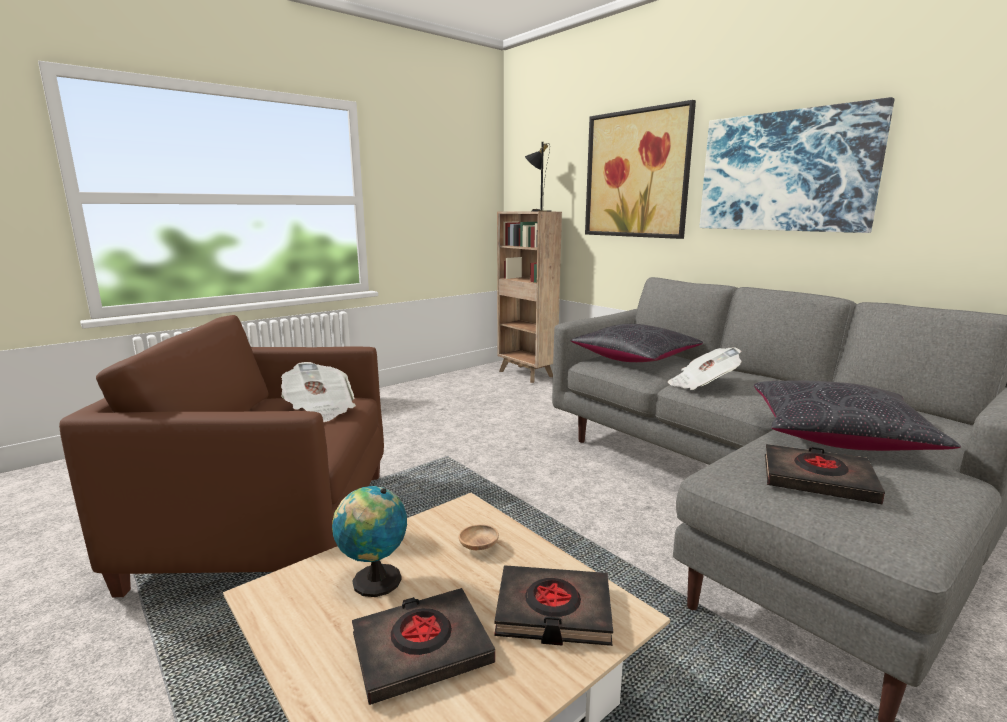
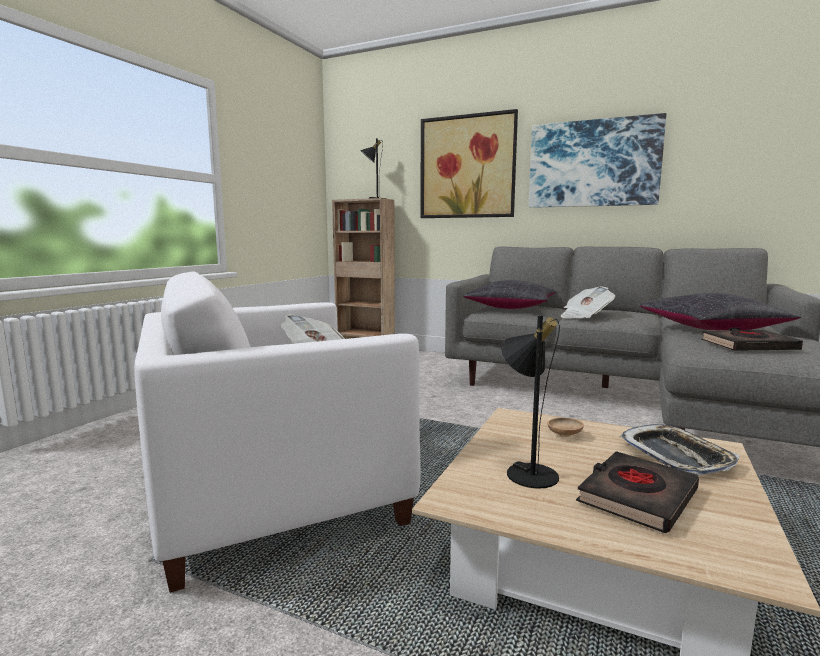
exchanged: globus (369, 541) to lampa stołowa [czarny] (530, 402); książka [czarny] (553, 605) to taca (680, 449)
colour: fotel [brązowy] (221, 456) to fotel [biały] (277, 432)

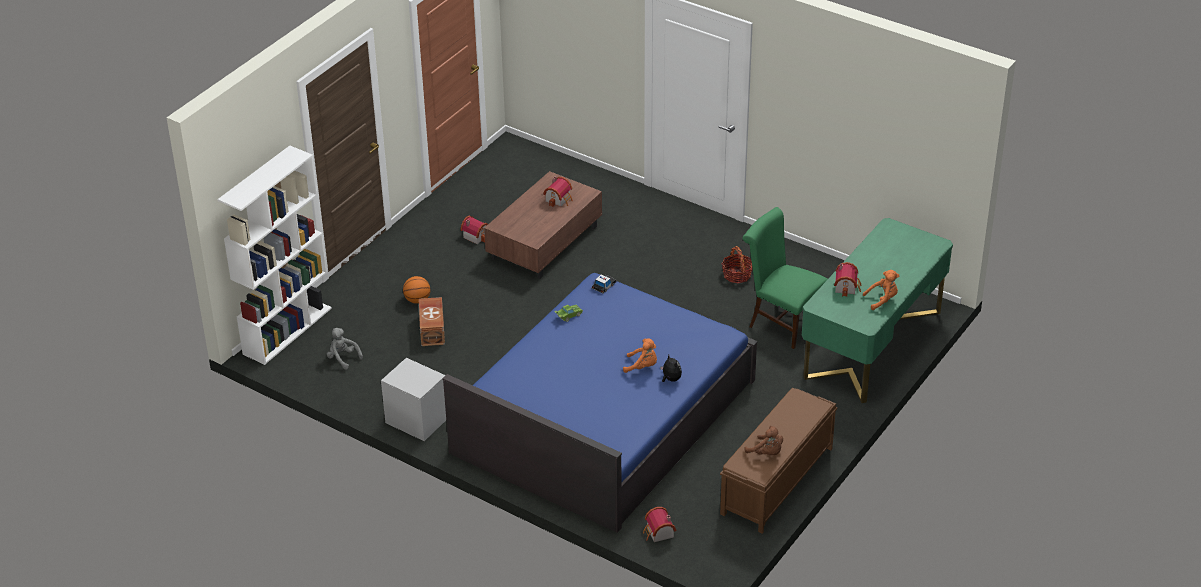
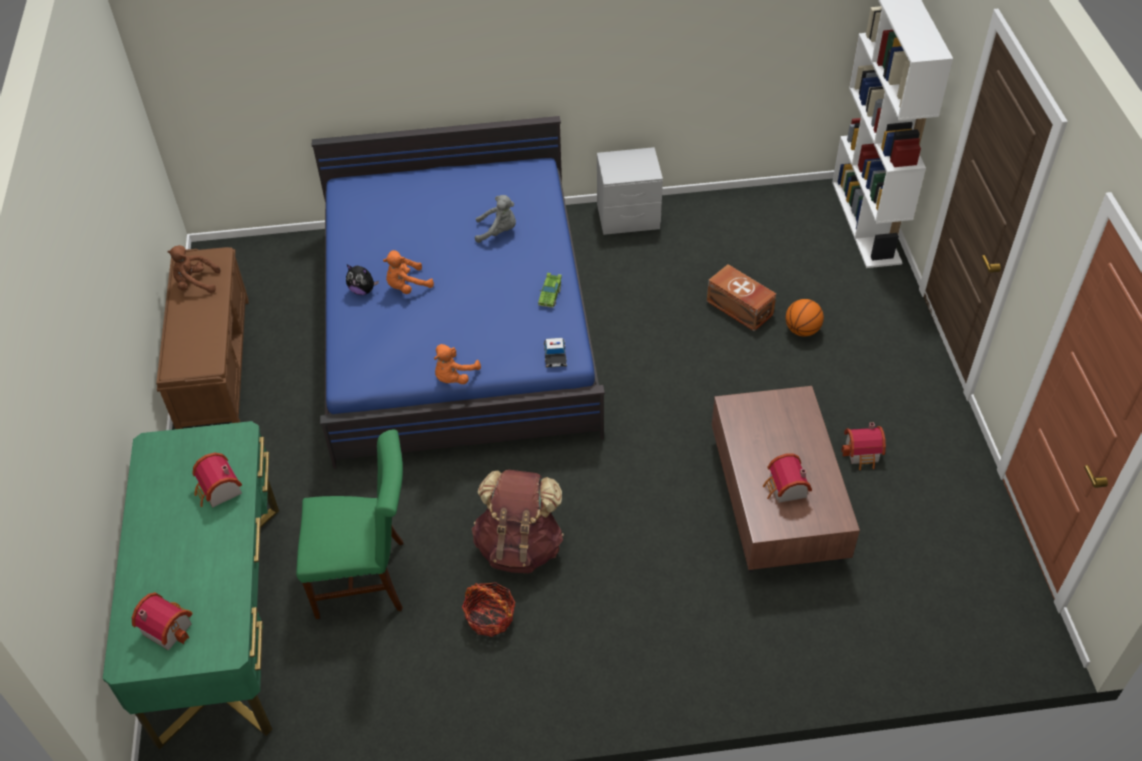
appeared: plecak [brązowy] (518, 521)
relocated: pluszak [szary] (344, 349) to (495, 219); domek (659, 524) to (162, 621); pluszak [pomarańczowy] (881, 290) to (457, 364)

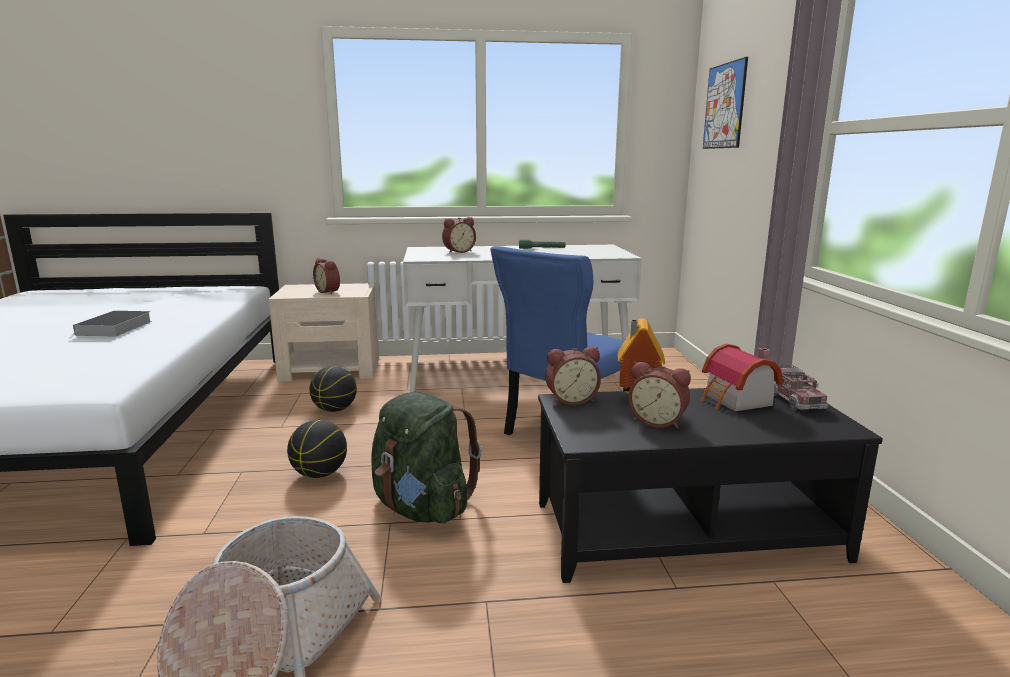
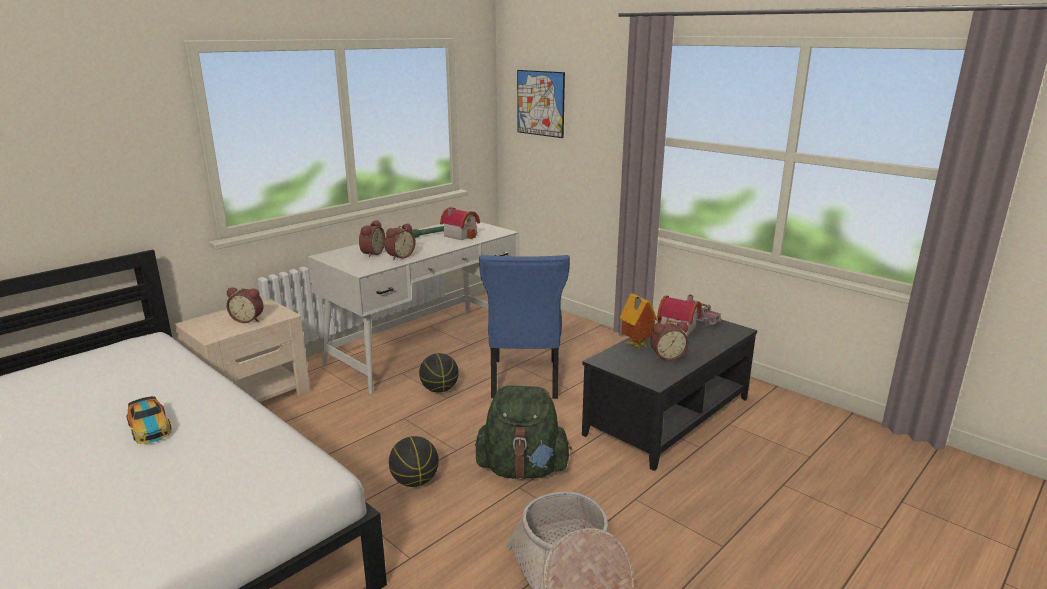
appeared: domek (460, 223)
relocated: piłka do koszykówki (333, 389) to (439, 373); budzik (573, 376) to (400, 241)
exchanged: książka (110, 325) to samochodzik (149, 420)

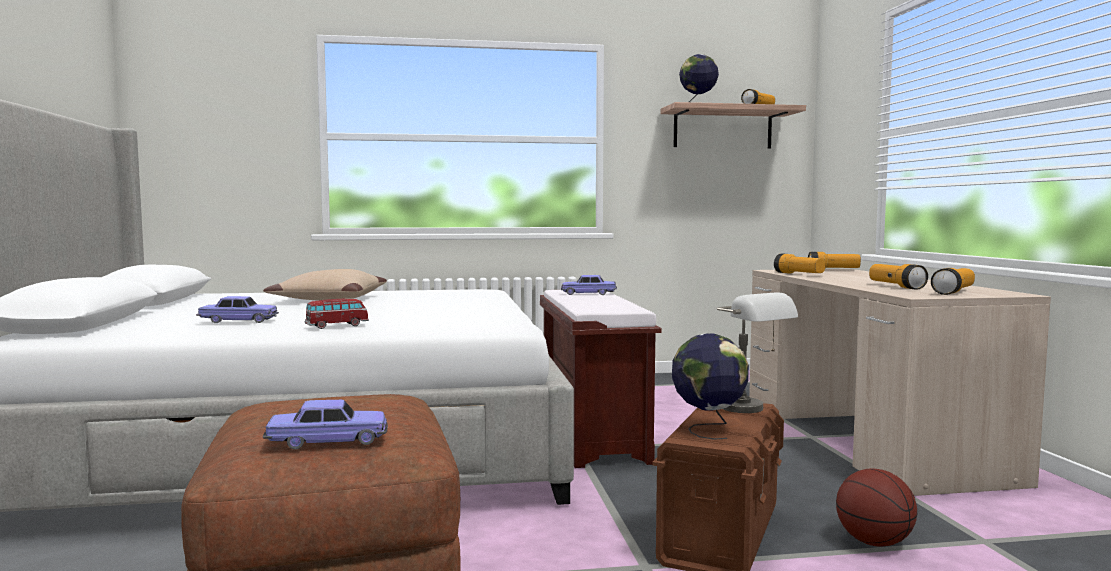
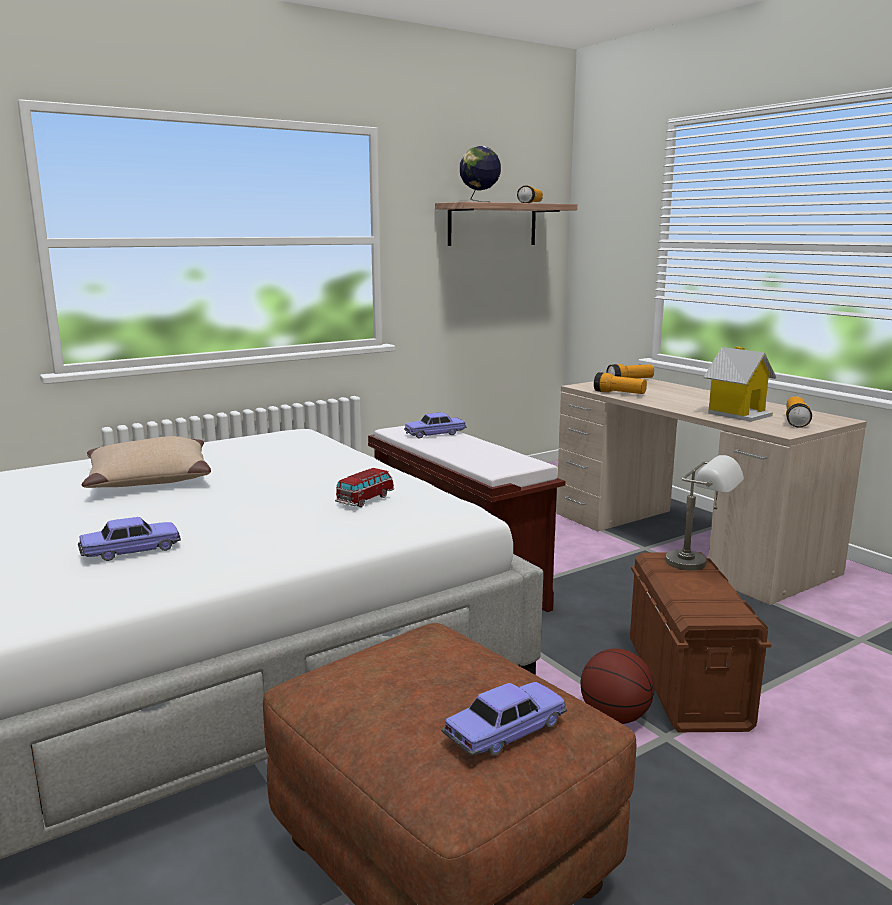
missing: globus (710, 386)
relocated: samochodzik (337, 314) to (364, 487); piłka do koszykówki (876, 508) to (617, 686)
exchanged: latarka (898, 277) to domek (740, 384)

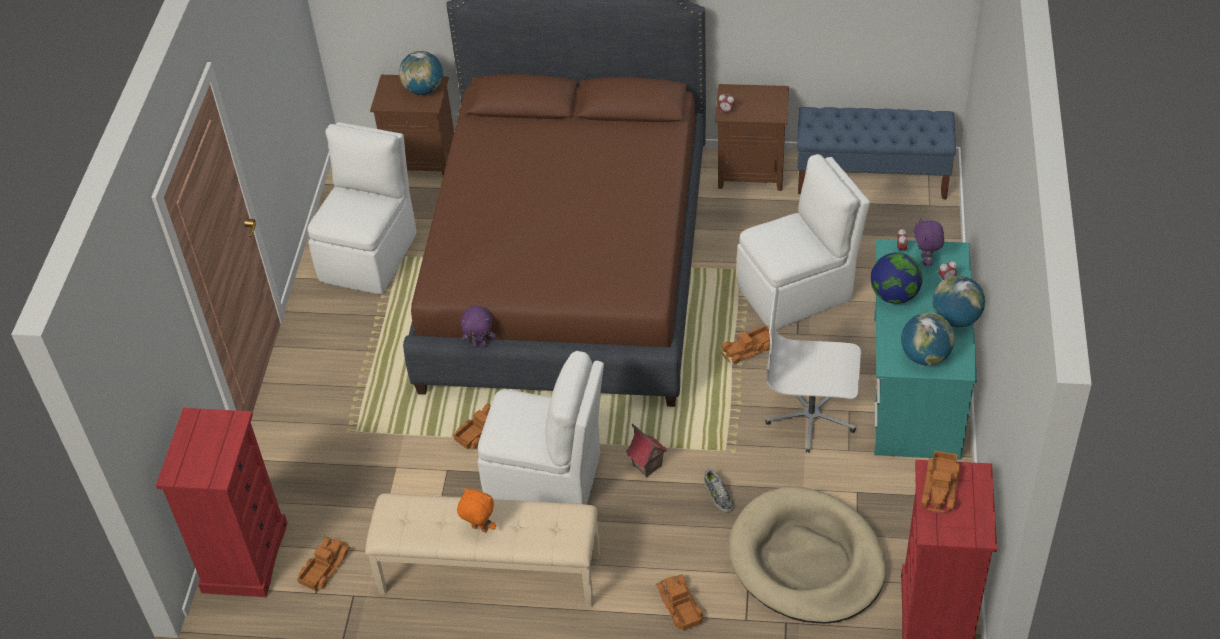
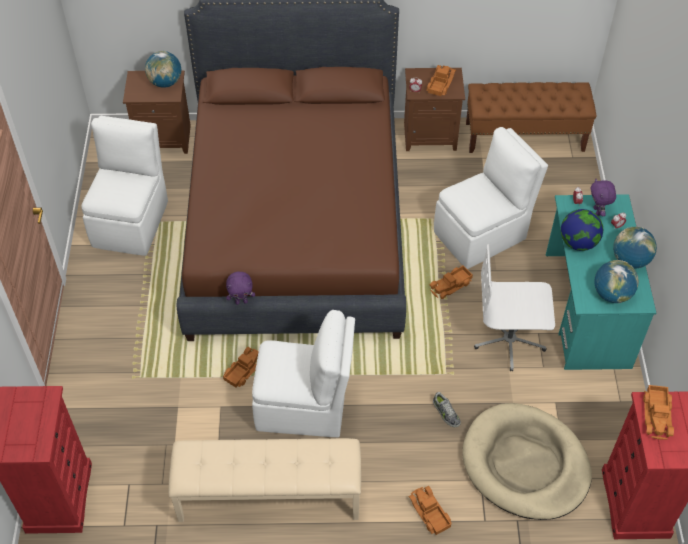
missing: pluszak [pomarańczowy] (476, 510); domek (646, 451)
relocated: ciężarówka zabawkowa (323, 564) to (441, 80)
colour: ławka [niebieski] (876, 153) to ławka [brązowy] (531, 117)

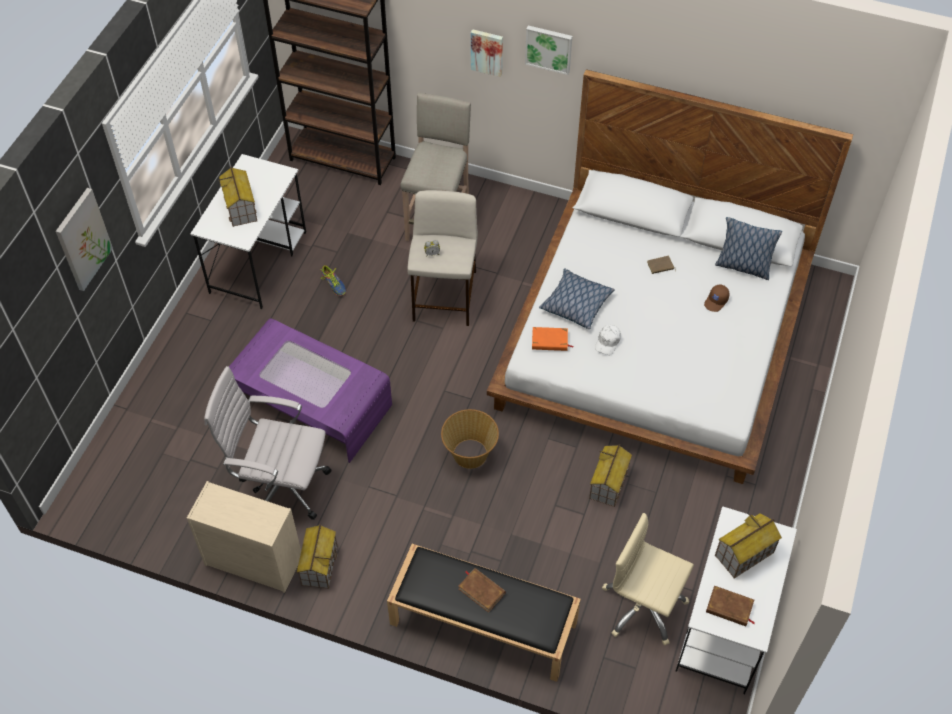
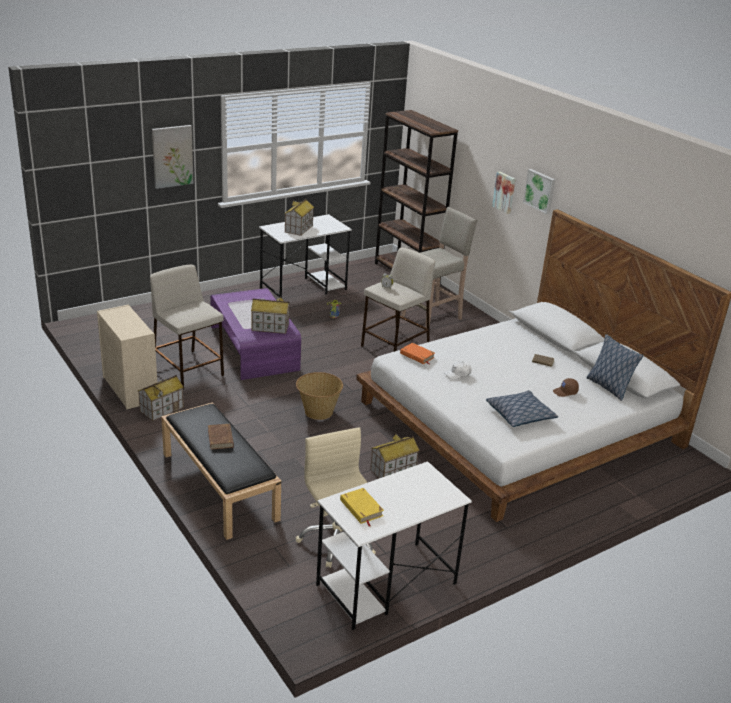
relocated: poduszka (577, 298) to (522, 408); domek (748, 546) to (270, 315)
exchanged: krzesło biurowe [biały] (268, 443) to stołek [beżowy] (187, 327)
colour: książka [brązowy] (730, 606) to książka [żółty] (362, 507)

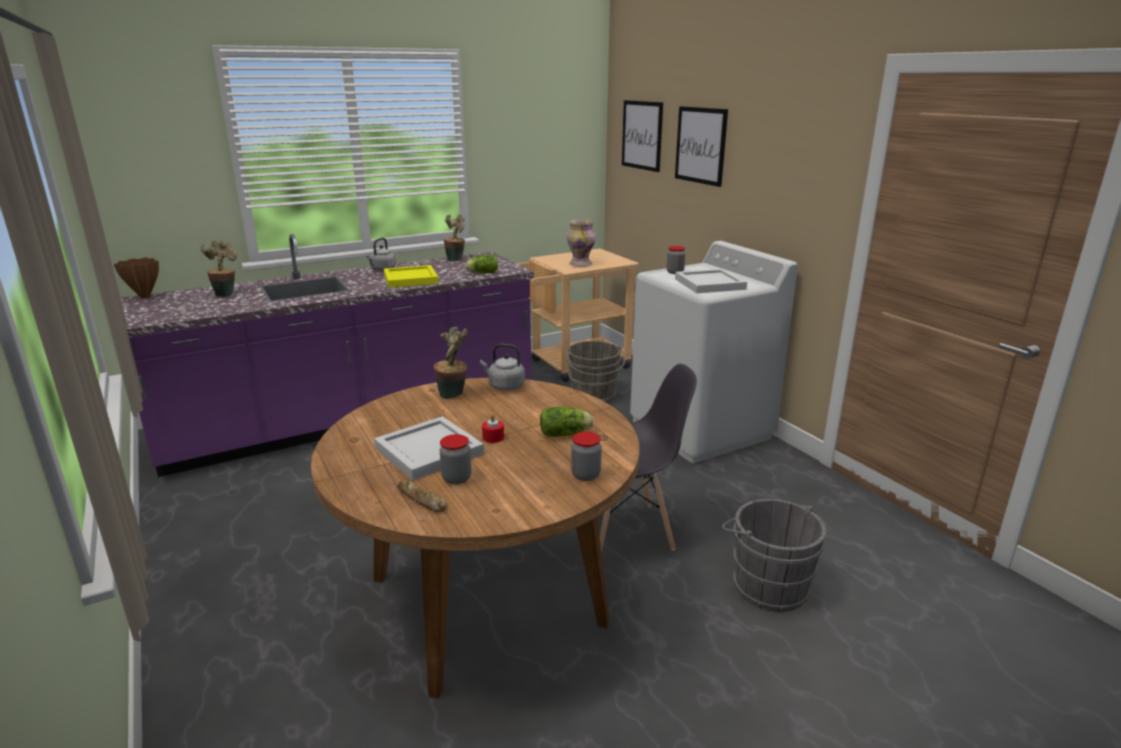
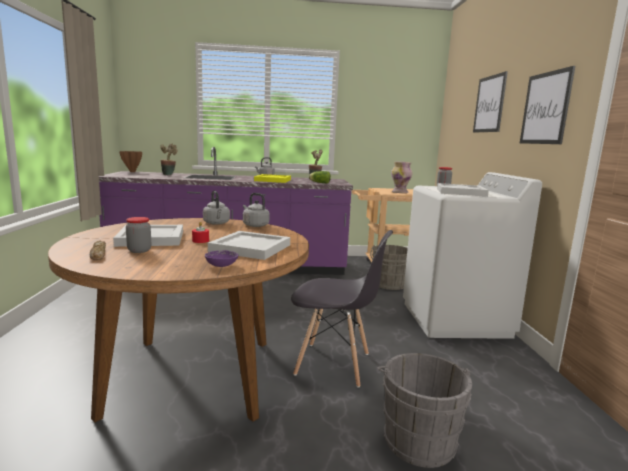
relocated: obraz (642, 136) to (547, 105)
exchanged: roślina doniczkowa (451, 363) to czajnik [szary] (216, 207); sałata (567, 422) to taca [biały] (249, 245); słoik (586, 456) to miska [fioletowy] (222, 258)

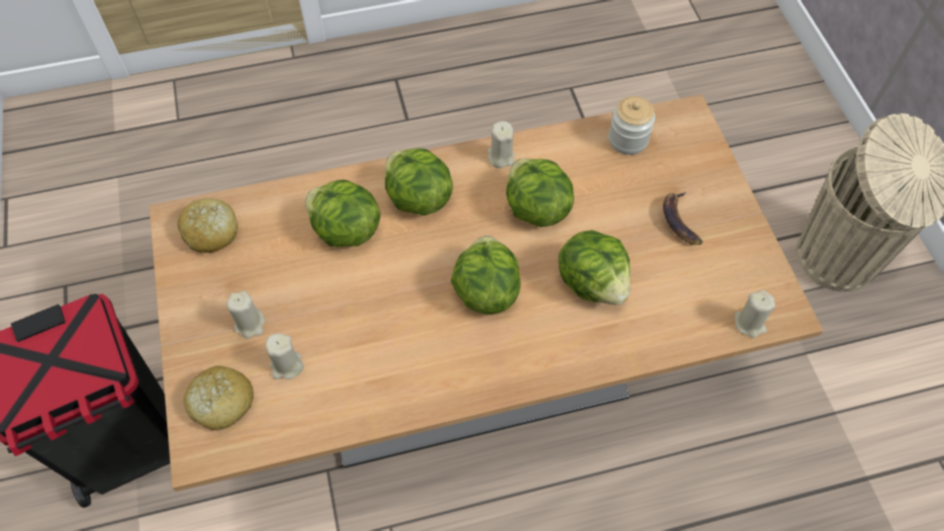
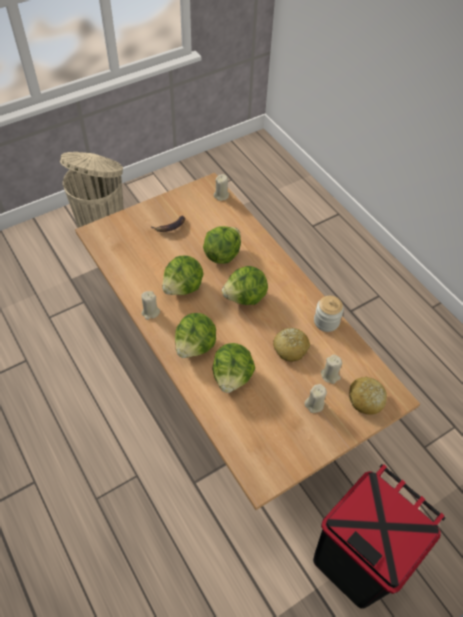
relocated: chleb (207, 225) to (291, 345); słoik (632, 125) to (329, 314)

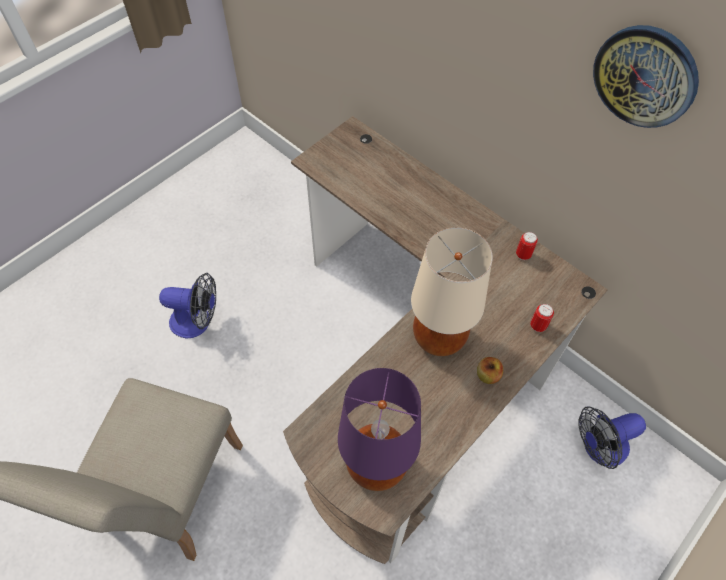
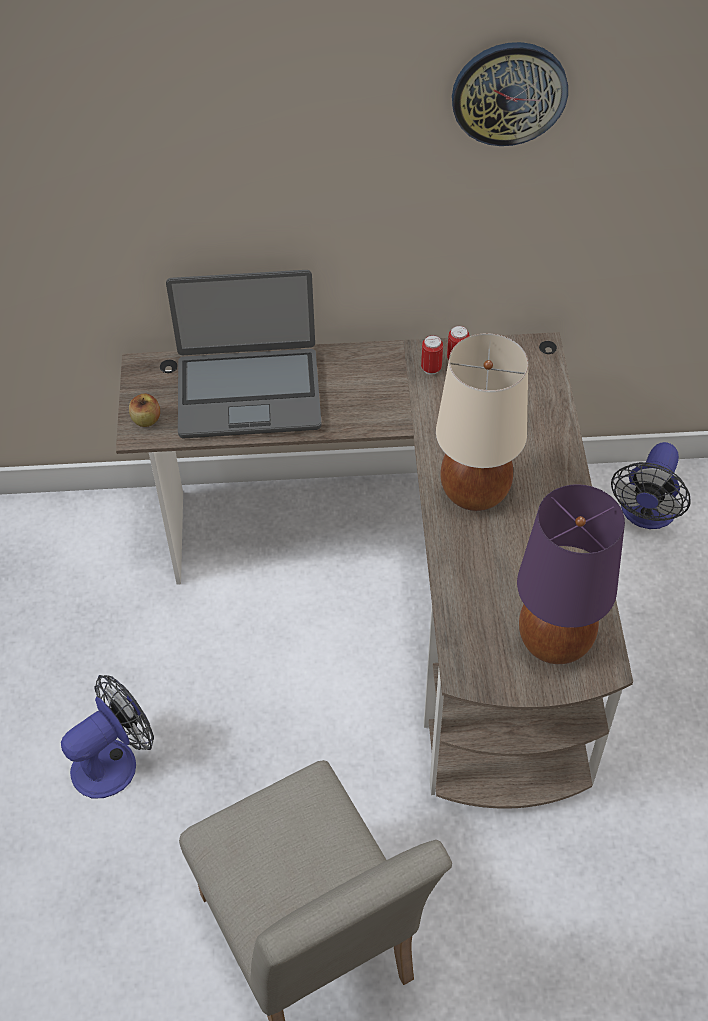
appeared: laptop (244, 354)
relocated: jabłko (490, 370) to (144, 410); puszka (542, 318) to (432, 355)

